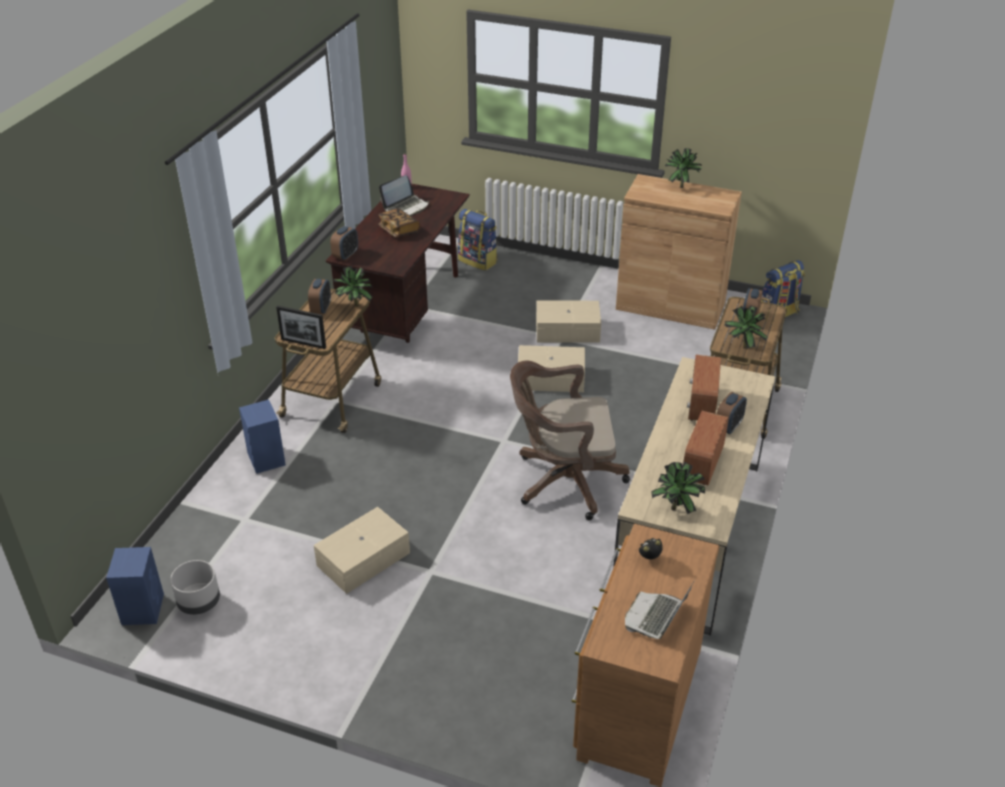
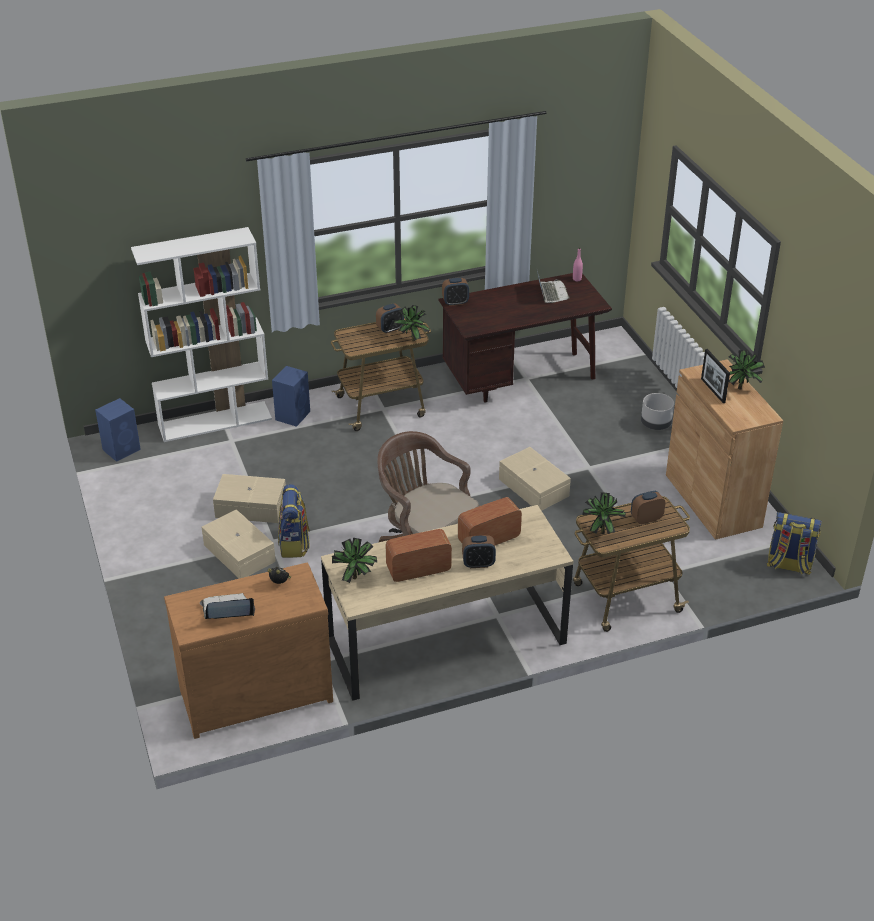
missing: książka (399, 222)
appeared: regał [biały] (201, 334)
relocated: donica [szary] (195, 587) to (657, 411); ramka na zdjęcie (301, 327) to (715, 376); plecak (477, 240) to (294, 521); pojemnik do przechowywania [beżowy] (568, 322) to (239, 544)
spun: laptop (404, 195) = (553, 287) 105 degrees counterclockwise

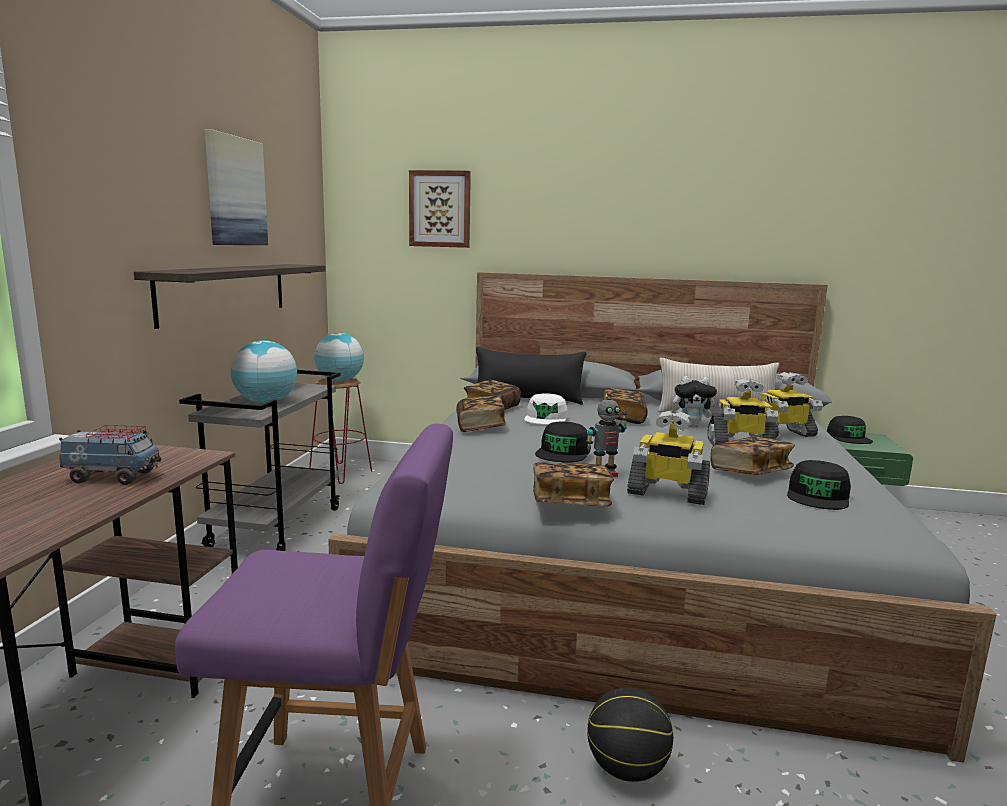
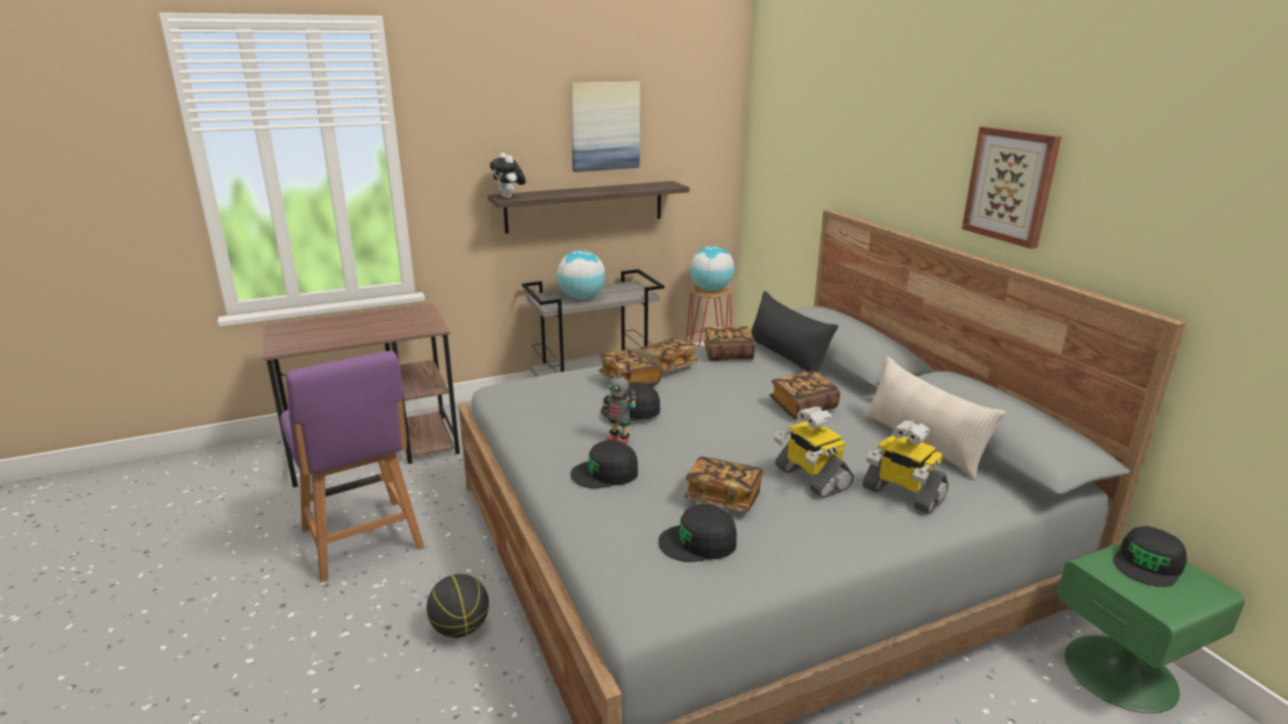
missing: ciężarówka zabawkowa (110, 455); czapka z daszkiem [biały] (546, 409)
relocated: obraz (440, 209) to (1012, 187); książka (573, 485) to (630, 368); pluszak (696, 401) to (508, 175)
exchanged: robot zabawkowy (668, 458) to czapka z daszkiem [czarny] (604, 464)

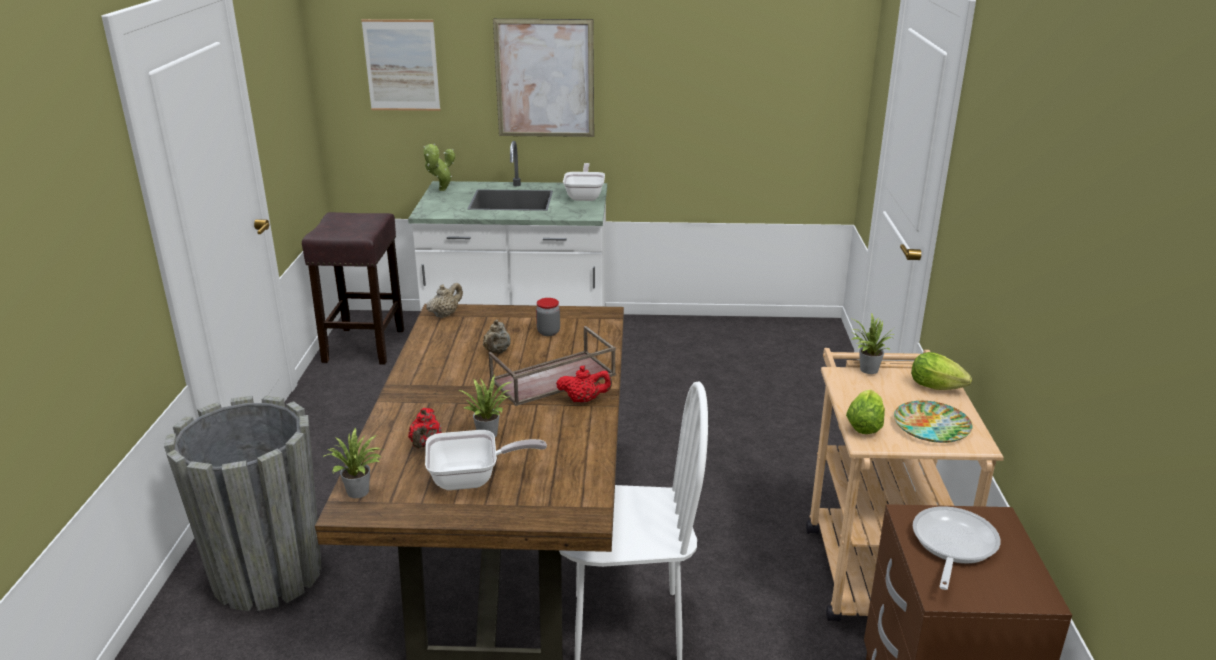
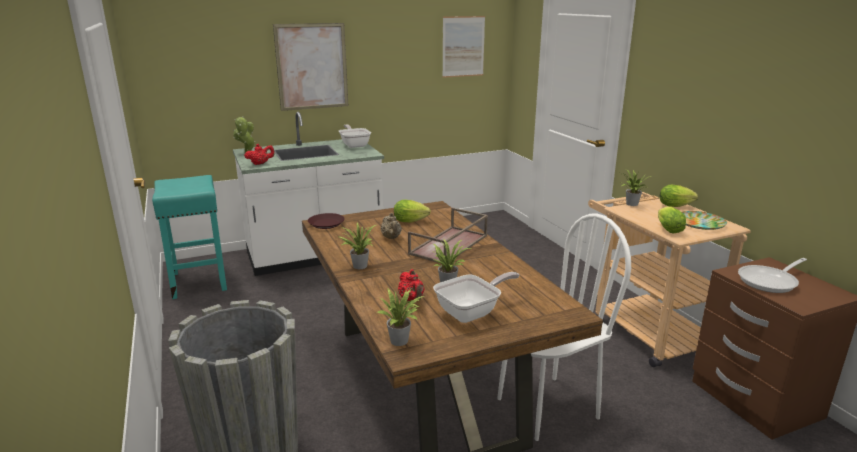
appeared: roślina doniczkowa (356, 246)
relocated: obraz (400, 65) to (463, 47); imbryk [czerwony] (584, 384) to (259, 154)
exchanged: imbryk [beżowy] (444, 300) to talerz [brązowy] (326, 221); słoik (548, 317) to sałata (412, 211)
colour: stołek [brązowy] (353, 288) to stołek [turkusowy] (189, 237)
spun: patelnia (956, 548) = (772, 275) 120 degrees counterclockwise

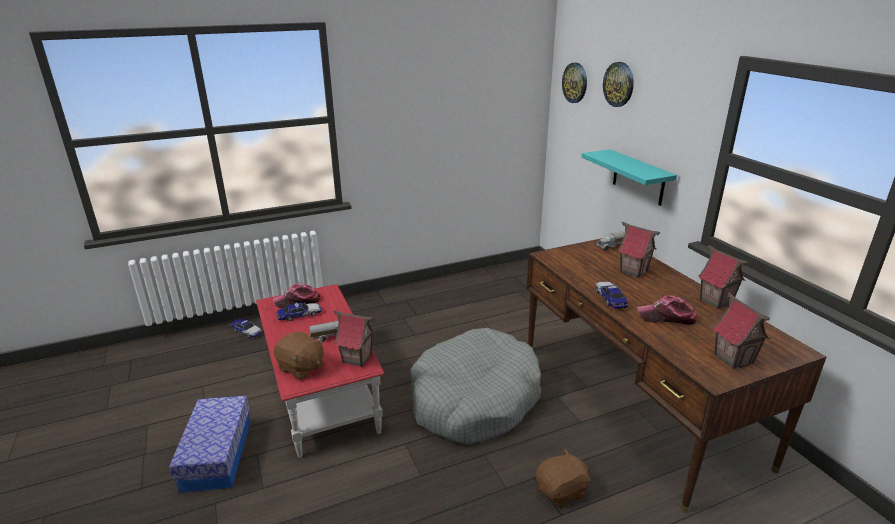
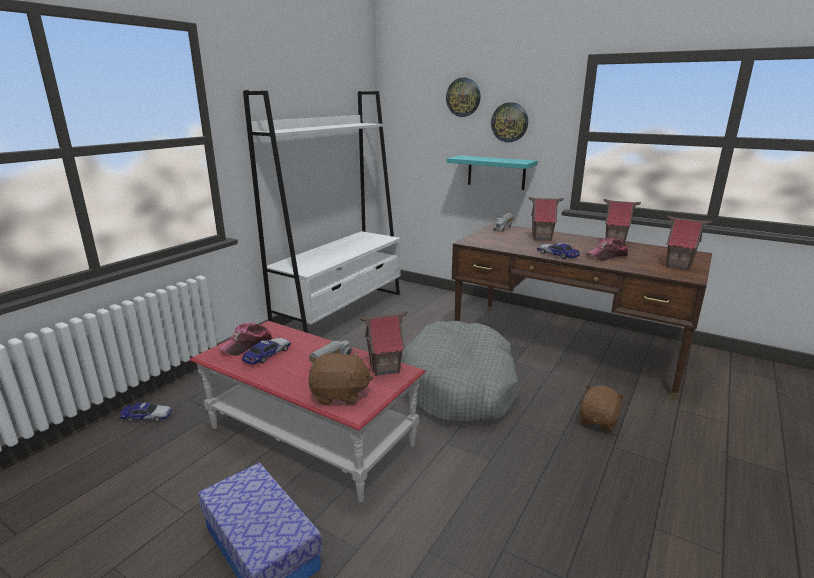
appeared: regał [biały] (321, 211)
relocated: zegar ścienny (574, 83) to (509, 122)

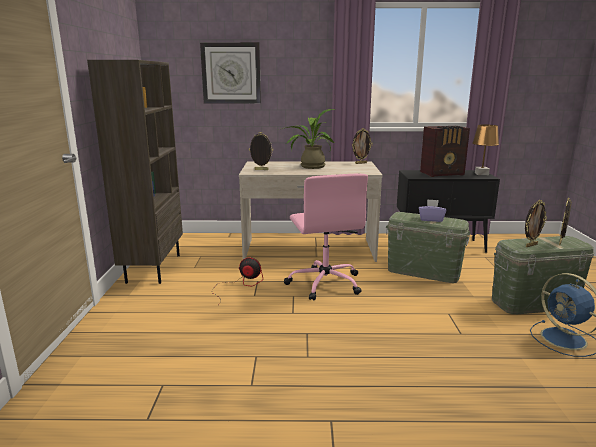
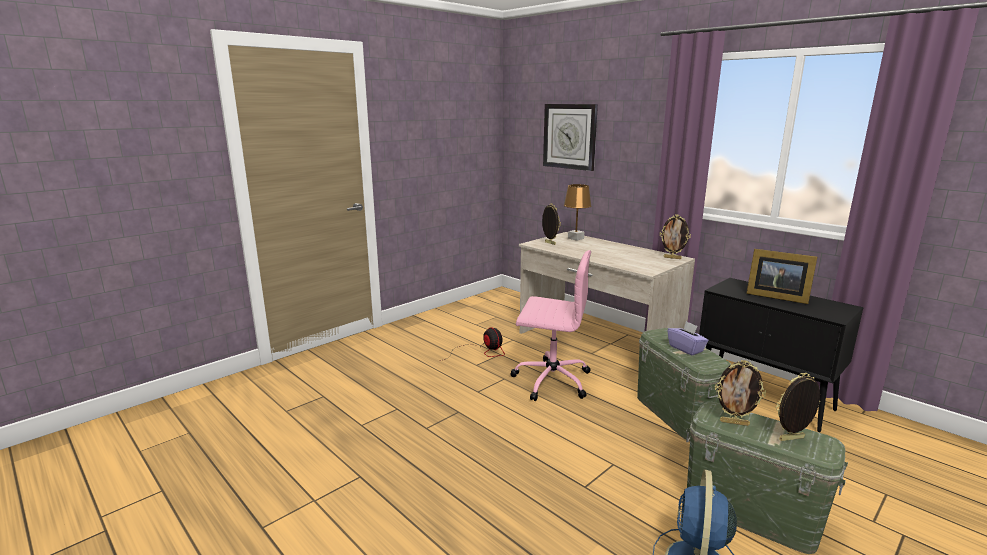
missing: regał [brązowy] (135, 172); roślina doniczkowa (308, 139)
relocated: lampa stołowa [brązowy] (485, 149) to (578, 212)
exchanged: radio (445, 151) to ramka na zdjęcie (781, 276)
spun: krzesło biurowe [różowy] (326, 236) = (550, 325) 105 degrees counterclockwise

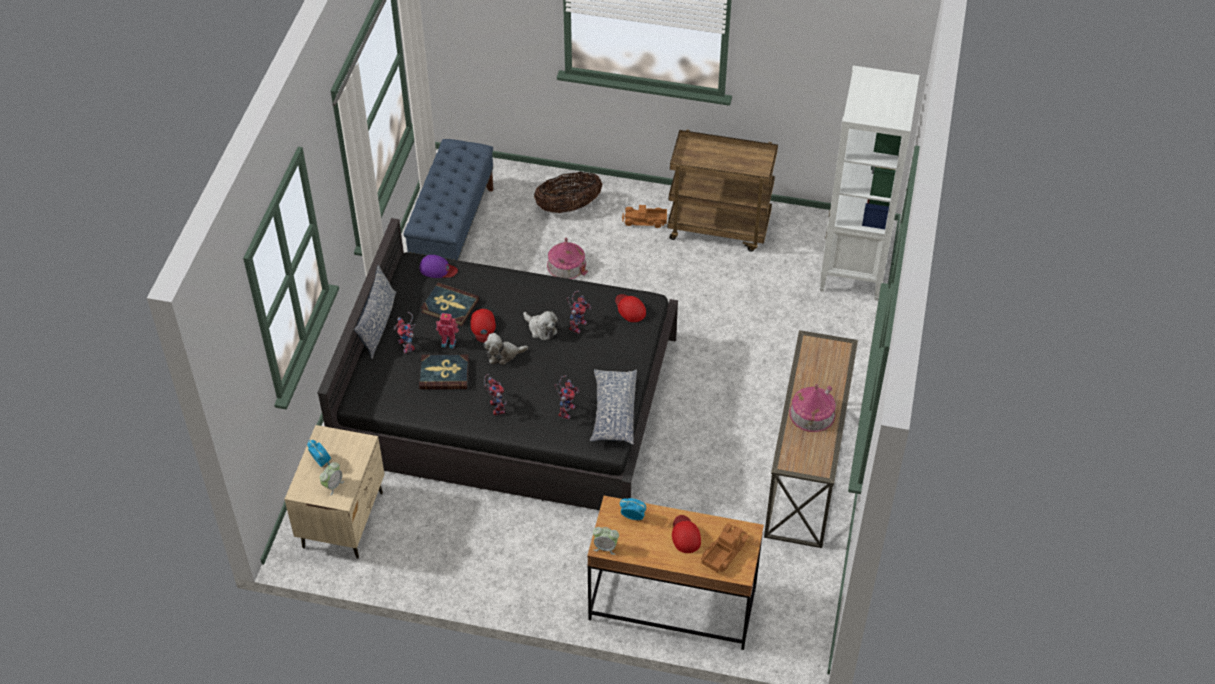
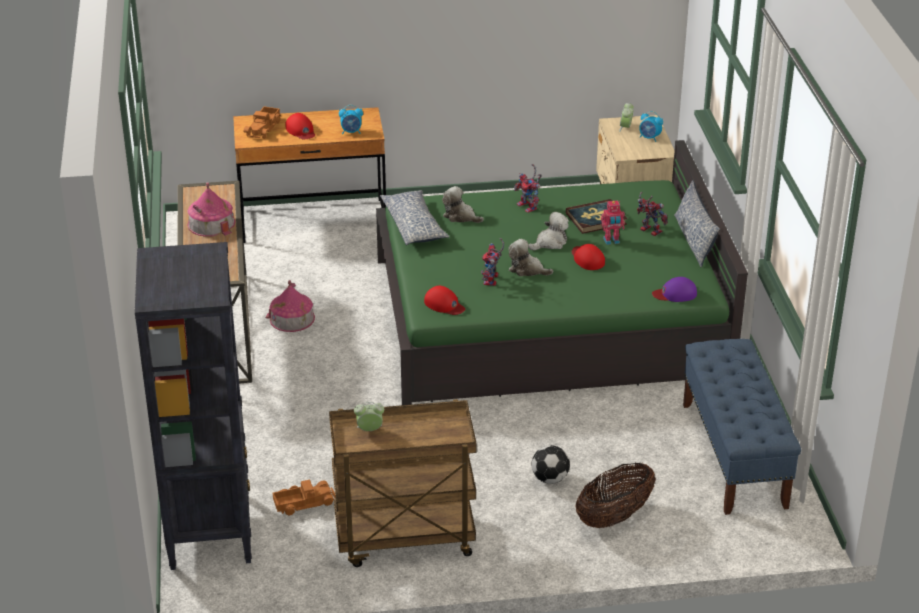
missing: książka (450, 304)
appeared: piłka futbolowa (551, 464)
relocated: domek (567, 258) to (290, 306); budzik (606, 541) to (369, 416); ciężarówka zabawkowa (644, 216) to (304, 497)
exchanged: robot zabawkowy (566, 397) to pluszak (463, 204)
colour: łóżko [czarny] (497, 364) to łóżko [zielony] (562, 272); regał [biały] (869, 183) to regał [czarny] (193, 406)

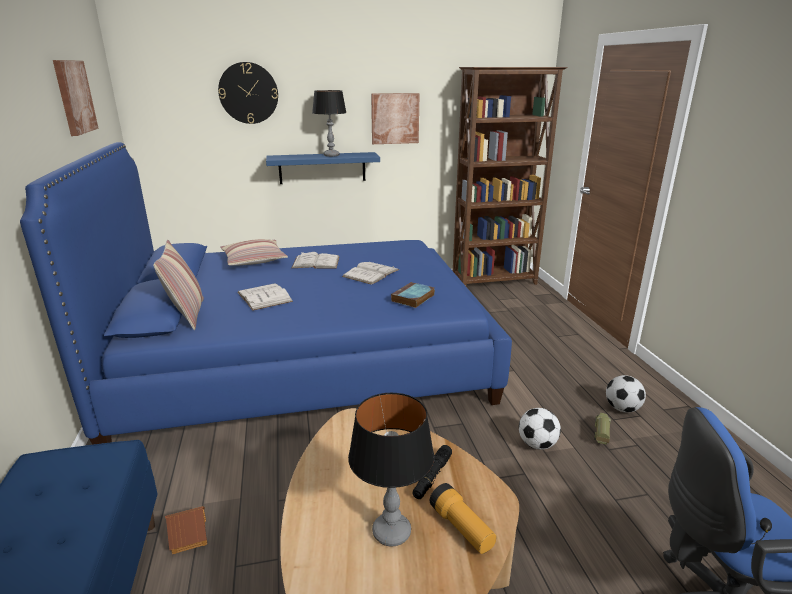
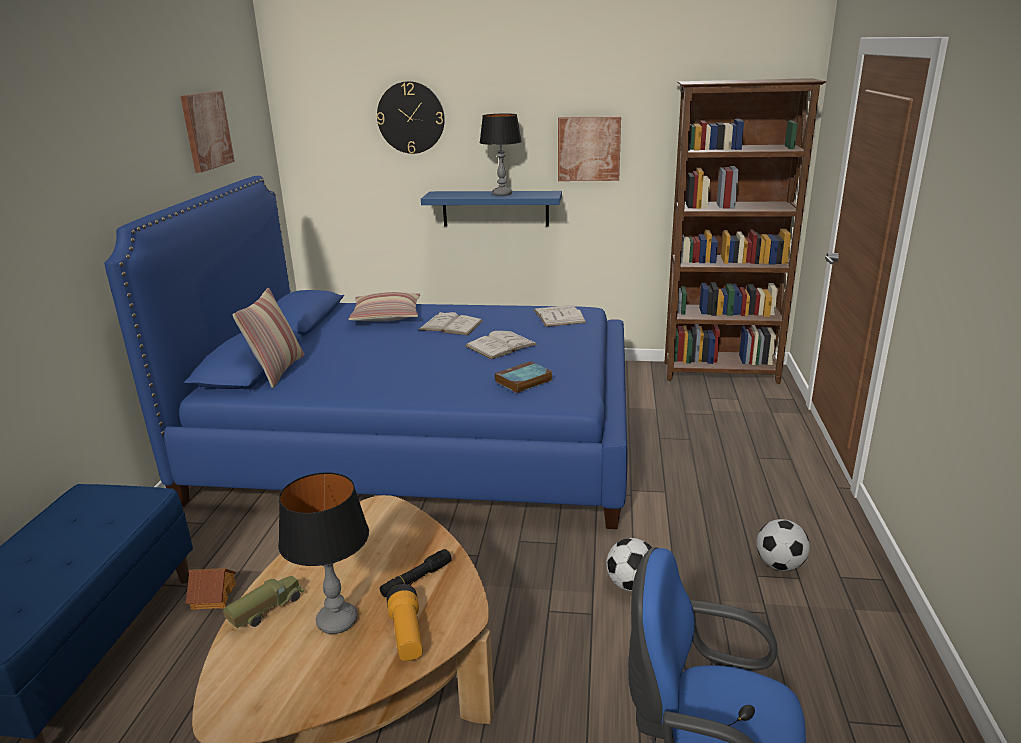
relocated: książka [biały] (265, 297) to (560, 316); ciężarówka zabawkowa (602, 429) to (263, 602)

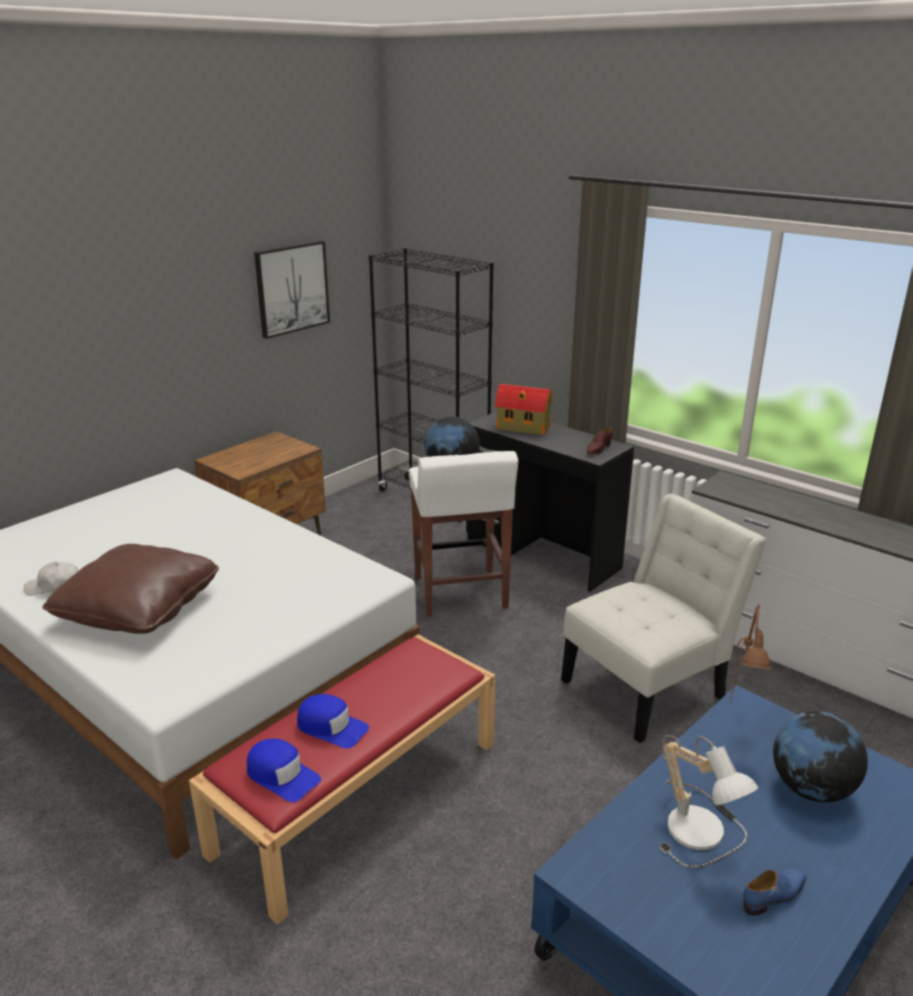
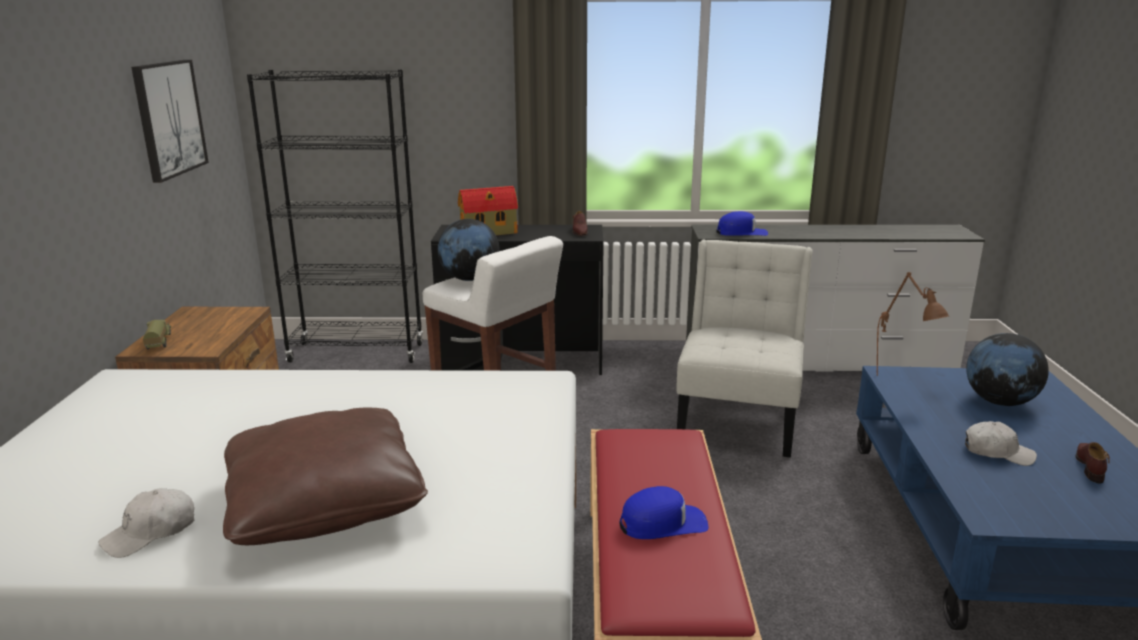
appeared: ciężarówka zabawkowa (157, 334)
relocated: czapka z daszkiem [niebieski] (284, 770) to (742, 223)
exchanged: lampa stołowa (709, 801) to czapka z daszkiem [biały] (1001, 443)
colour: but [niebieski] (774, 892) to but [brązowy] (1093, 462)

